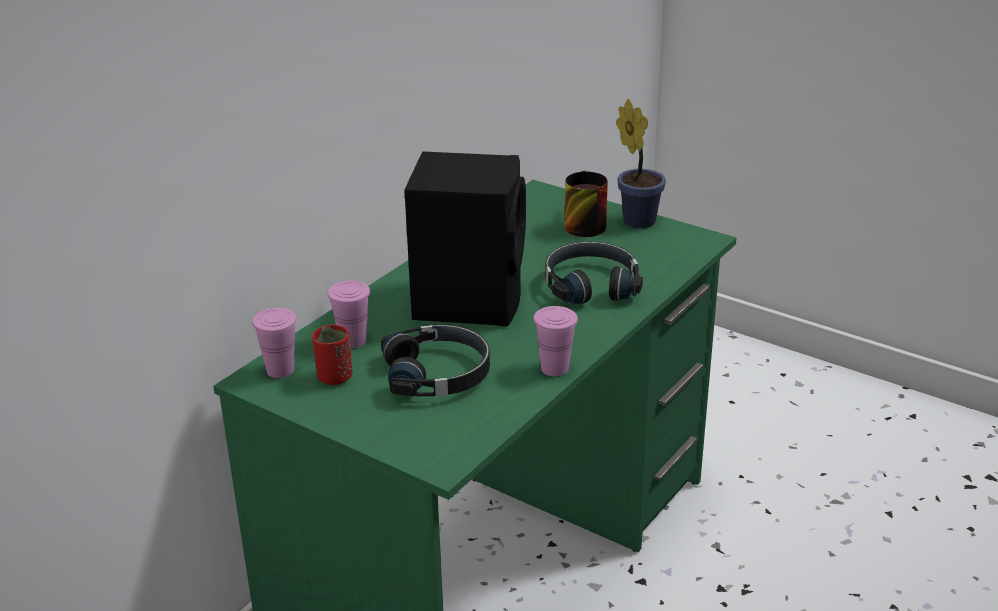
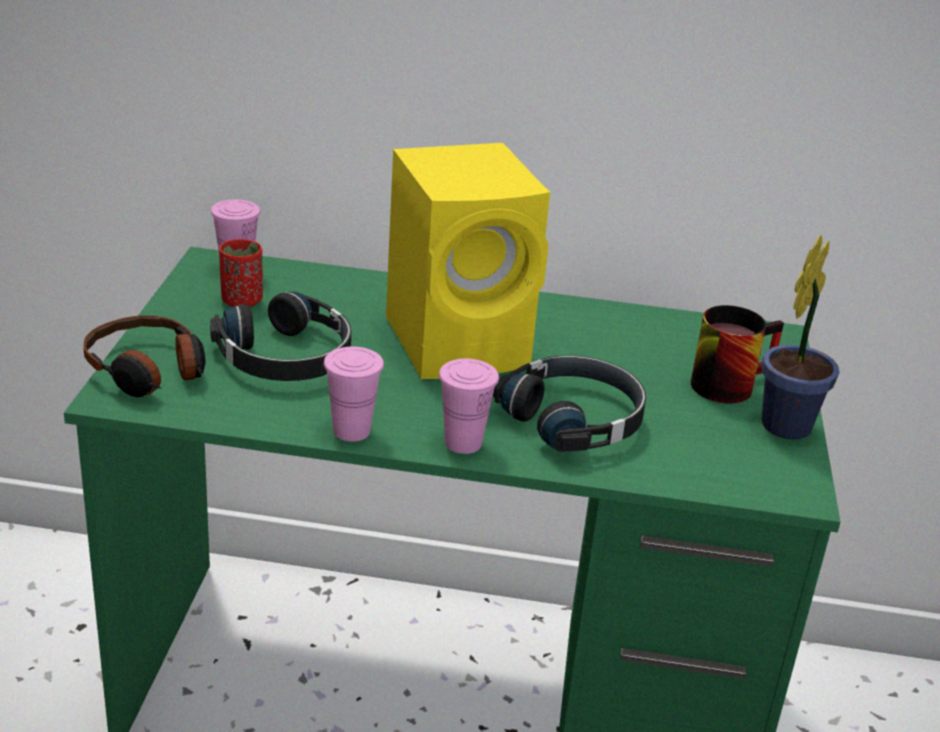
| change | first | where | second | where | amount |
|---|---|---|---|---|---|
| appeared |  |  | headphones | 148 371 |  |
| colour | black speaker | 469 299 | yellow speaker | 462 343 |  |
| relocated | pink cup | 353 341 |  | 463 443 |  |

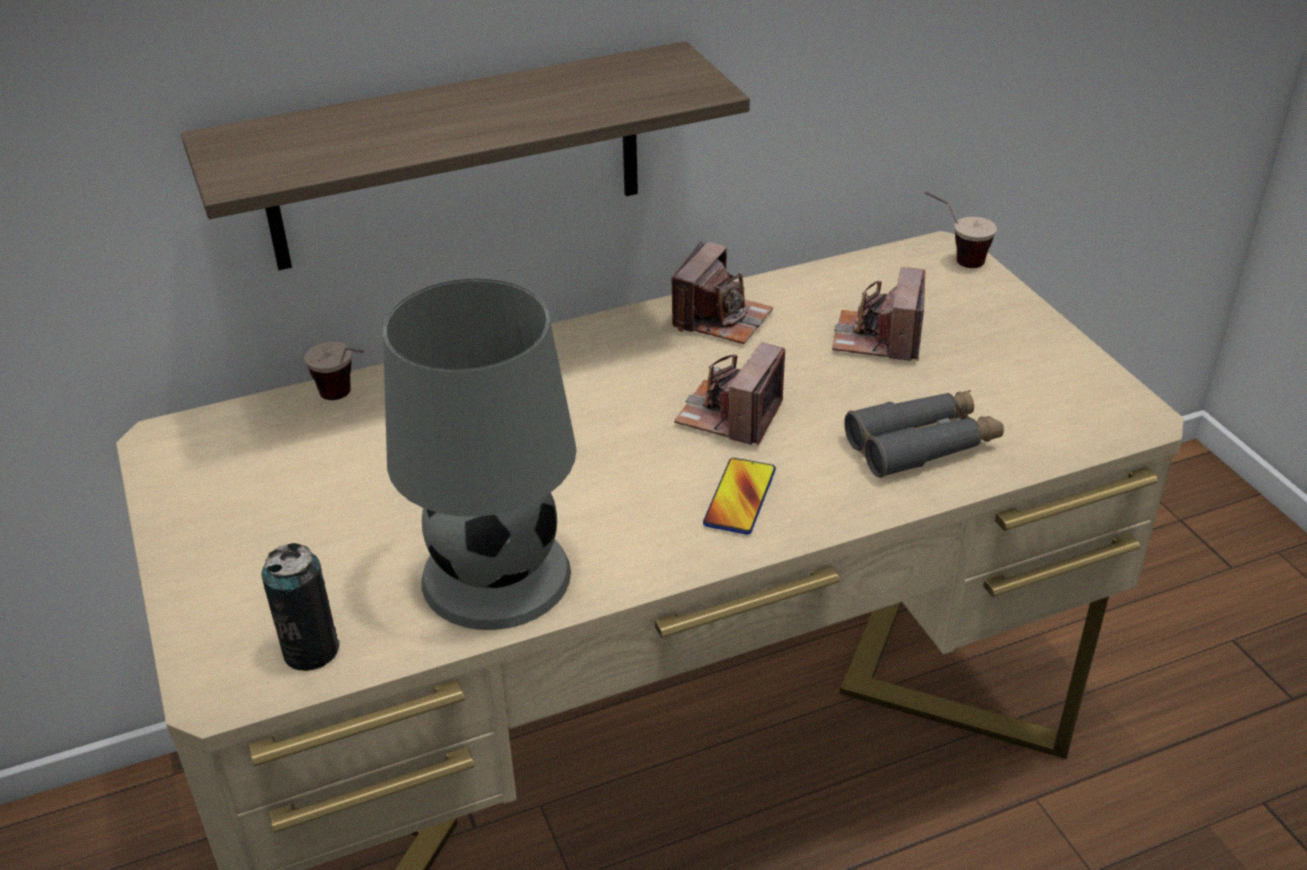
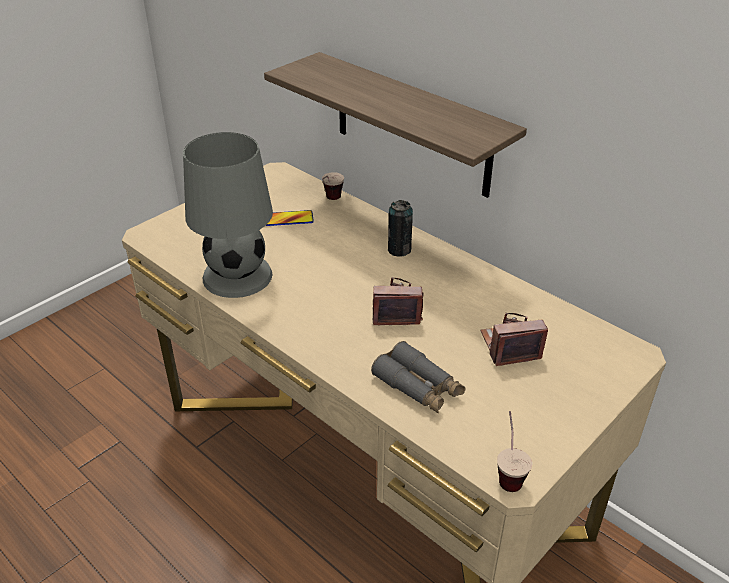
| change | first | where | second | where | amount |
|---|---|---|---|---|---|
| relocated | phone | 740 497 |  | 289 219 |  |
| relocated | can | 310 650 |  | 399 250 |  |
| relocated | cup | 953 258 |  | 508 472 |  |
| missing | photo camera | 721 318 |  |  |  |

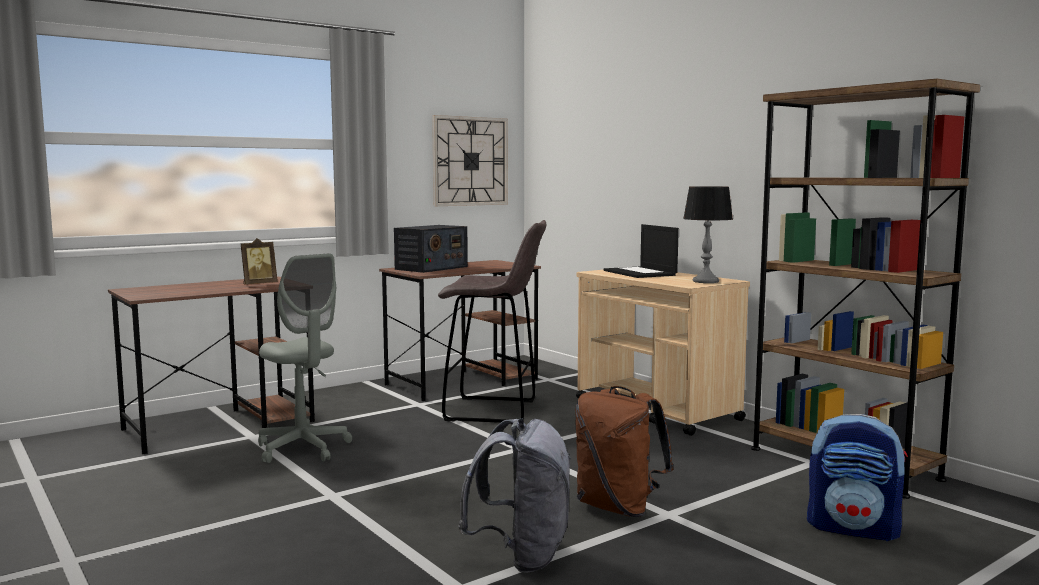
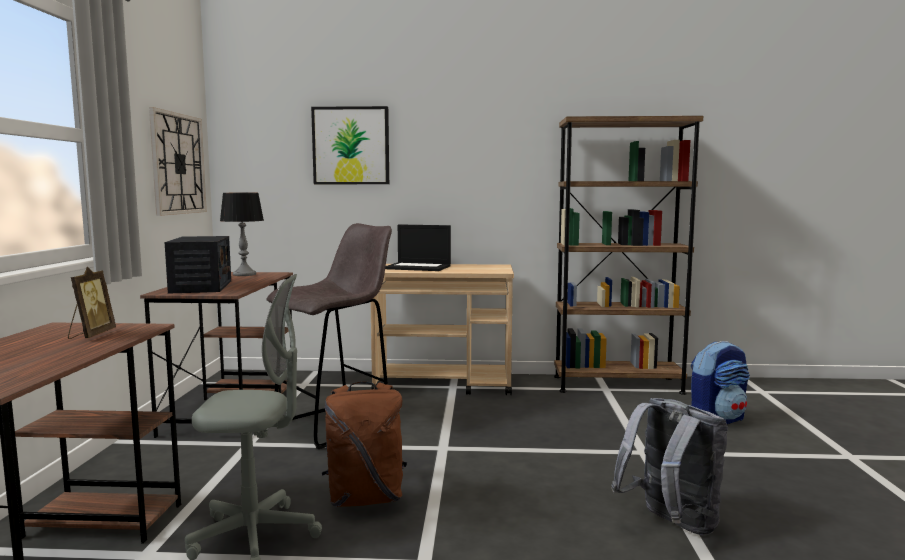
| change | first | where | second | where | amount |
|---|---|---|---|---|---|
| relocated | table lamp | 706 281 |  | 244 274 |  |
| appeared |  |  | picture | 351 146 |  |
| relocated | brown backpack | 618 507 |  | 365 498 |  |

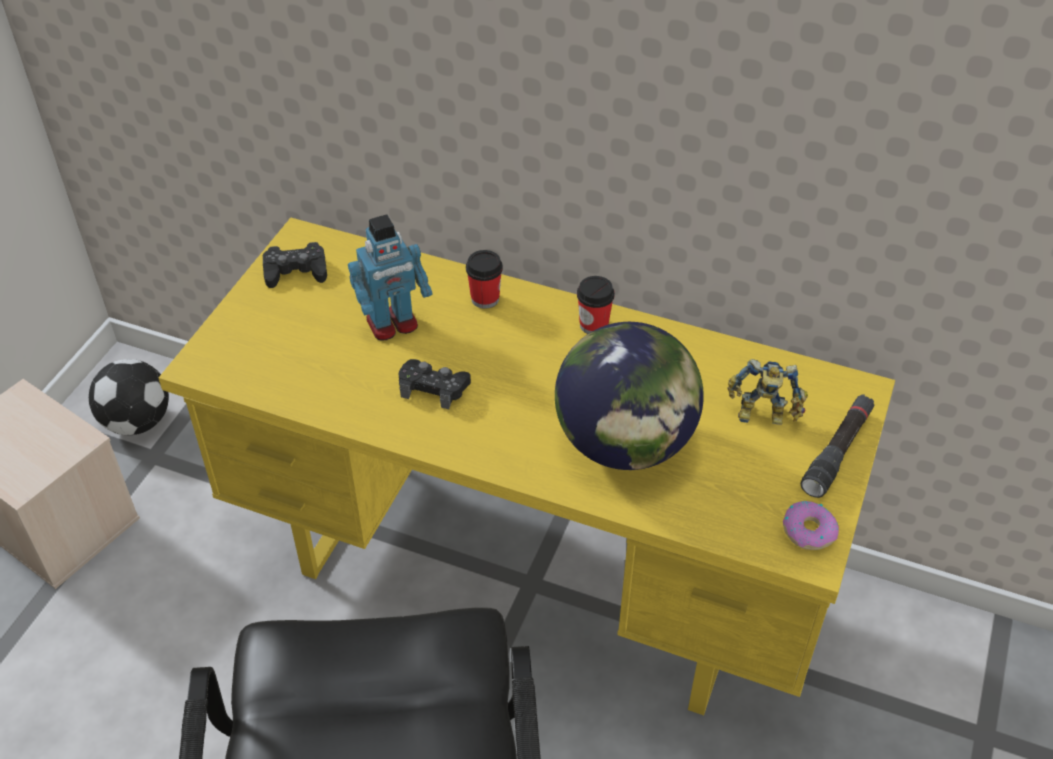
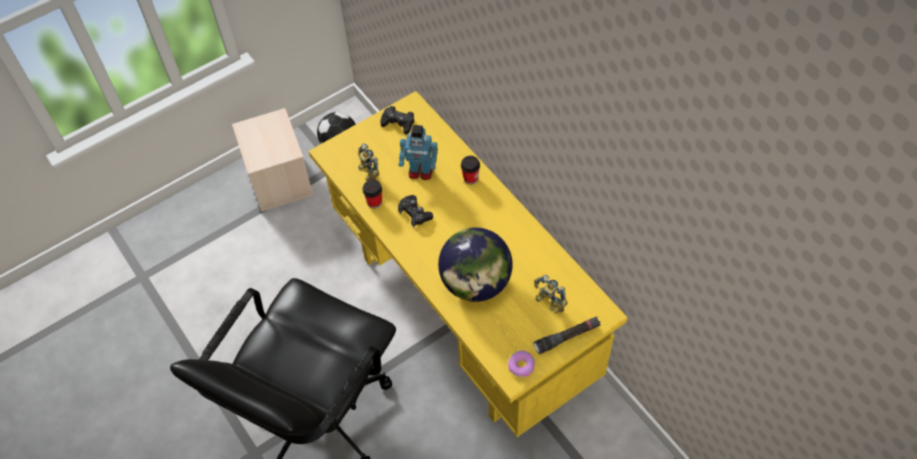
| change | first | where | second | where | amount |
|---|---|---|---|---|---|
| appeared |  |  | toy robot | 367 172 |  |
| relocated | cup | 593 325 |  | 374 202 |  |

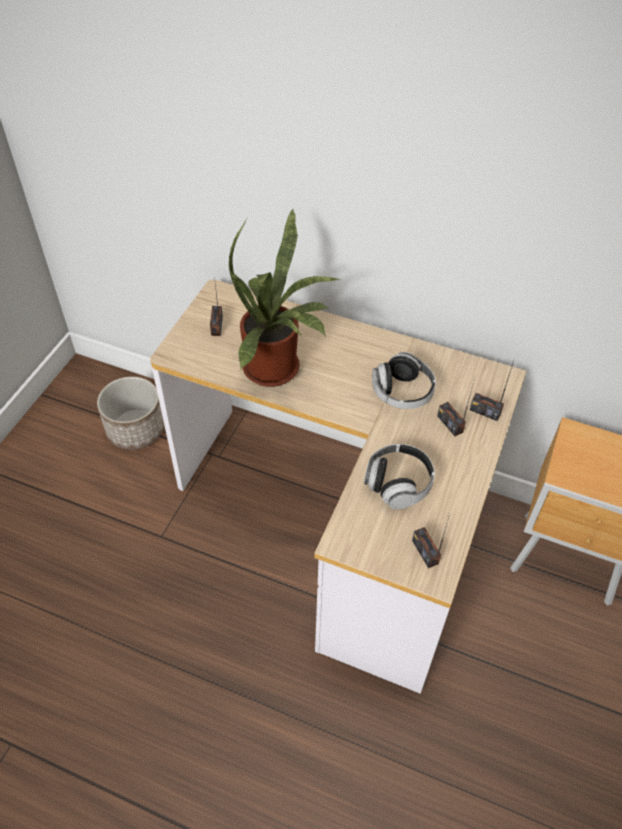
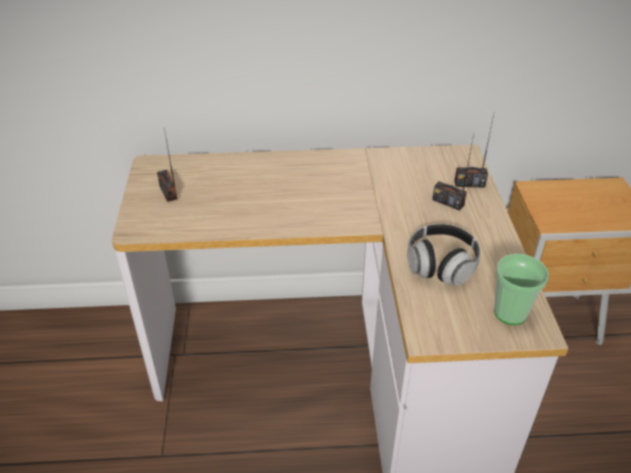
| change | first | where | second | where | amount |
|---|---|---|---|---|---|
| exchanged | radio | 425 552 | cup | 510 313 |  |
| missing | planter | 136 429 |  |  |  |
| missing | potted plant | 277 370 |  |  |  |
| missing | headphones | 402 392 |  |  |  |

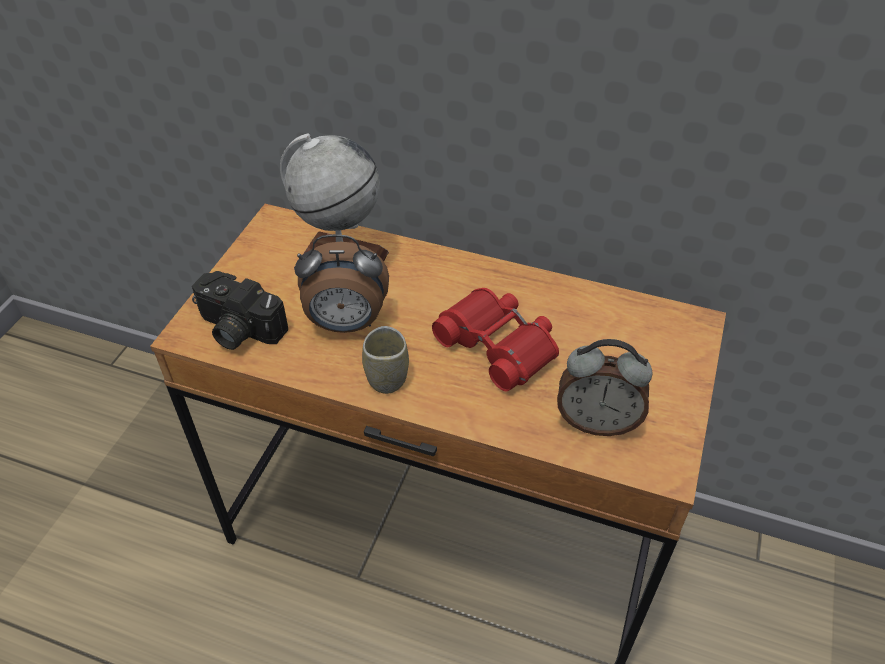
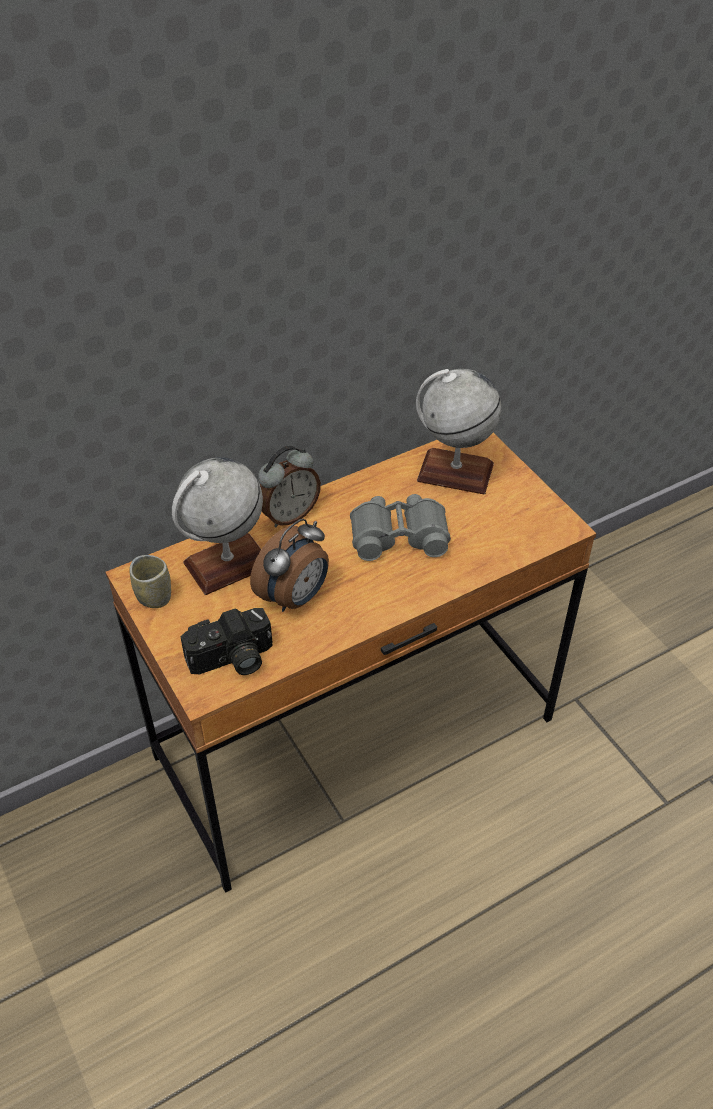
| change | first | where | second | where | amount |
|---|---|---|---|---|---|
| relocated | cup | 387 378 |  | 154 597 |  |
| relocated | alarm clock | 597 421 |  | 289 515 |  |
| colour | red binoculars | 498 345 | grey binoculars | 399 535 |  |
| appeared |  |  | globe | 455 472 |  |

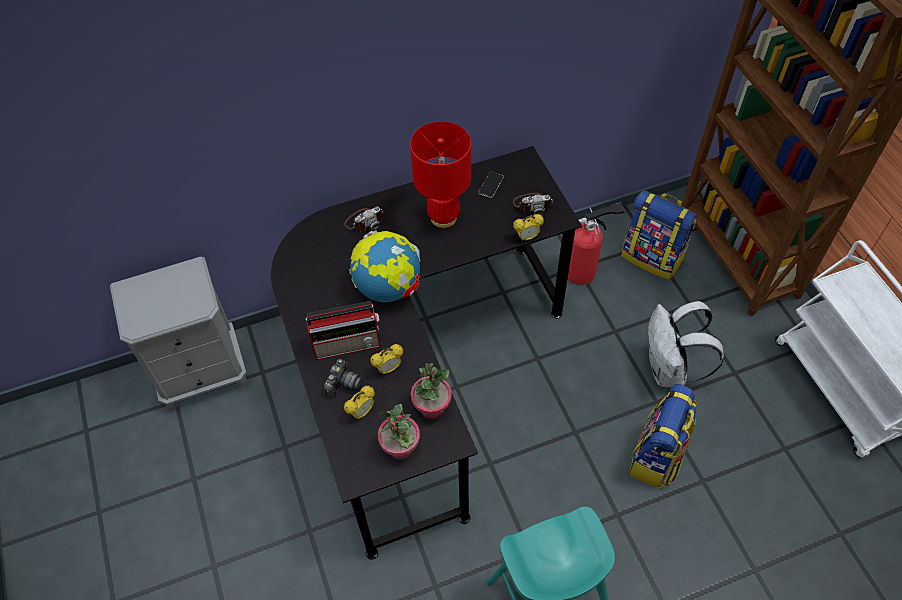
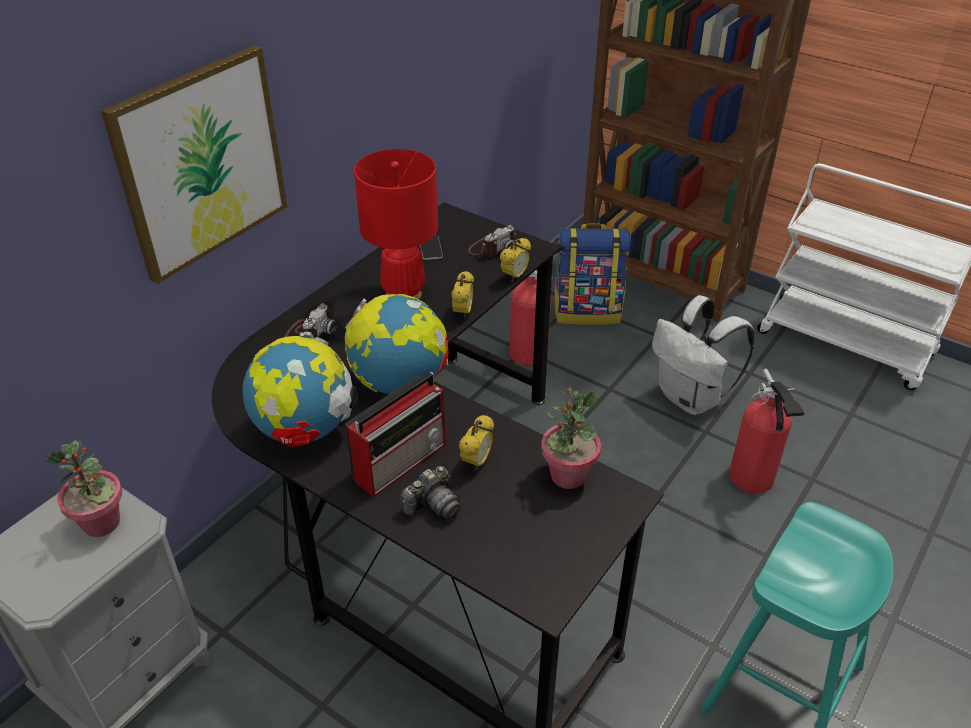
| change | first | where | second | where | amount |
|---|---|---|---|---|---|
| relocated | potted plant | 401 448 |  | 102 523 |  |
| appeared |  |  | picture | 201 162 |  |
| appeared |  |  | globe | 305 431 |  |
| spun | photo camera | 342 384 |  | 433 505 | 60 degrees clockwise |
| relocated | alarm clock | 362 412 |  | 463 312 |  |
| exchanged | backpack | 657 457 | fire extinguisher | 753 480 |  |

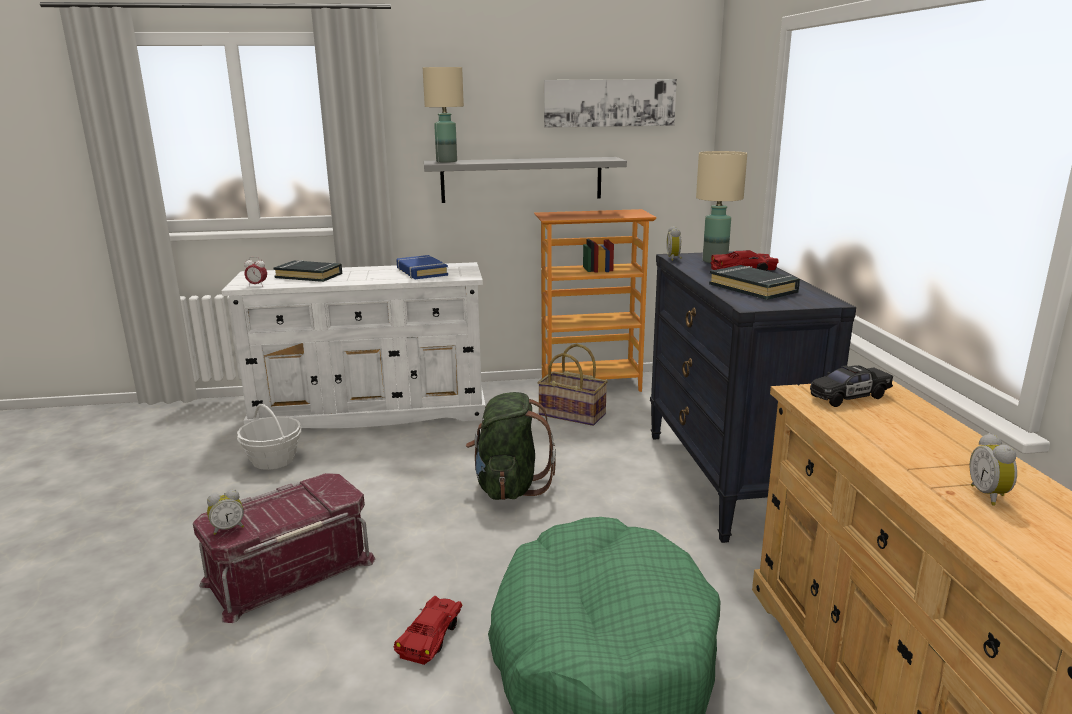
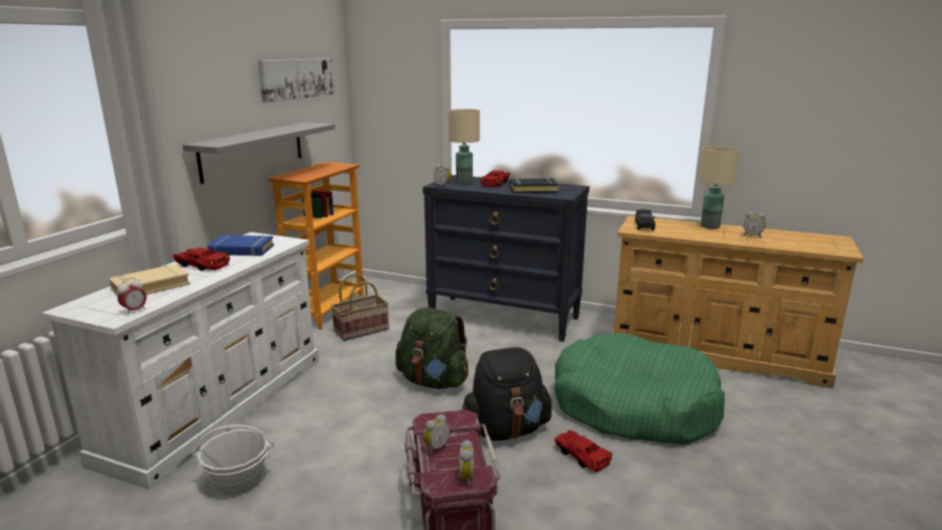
| change | first | where | second | where | amount |
|---|---|---|---|---|---|
| colour | black book | 309 276 | beige book | 150 286 |  |
| appeared |  |  | red toy car | 202 265 |  |
| appeared |  |  | alarm clock | 435 447 |  |
| appeared |  |  | black backpack | 505 430 |  |
| relocated | beige table lamp | 446 161 |  | 710 226 |  |

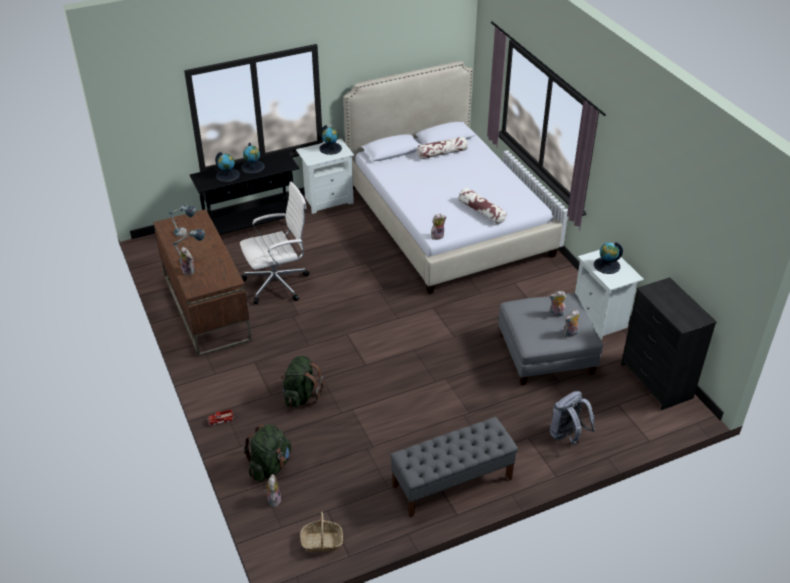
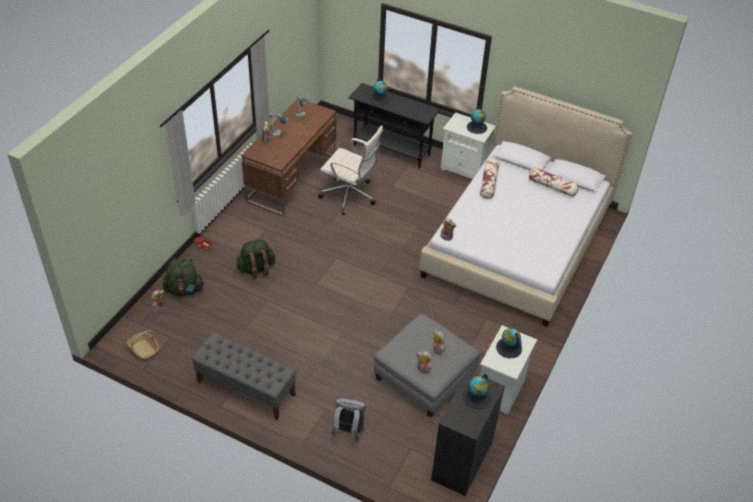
| change | first | where | second | where | amount |
|---|---|---|---|---|---|
| relocated | globe | 253 167 |  | 476 397 |  |
| relocated | pillow | 481 211 |  | 488 183 |  |

